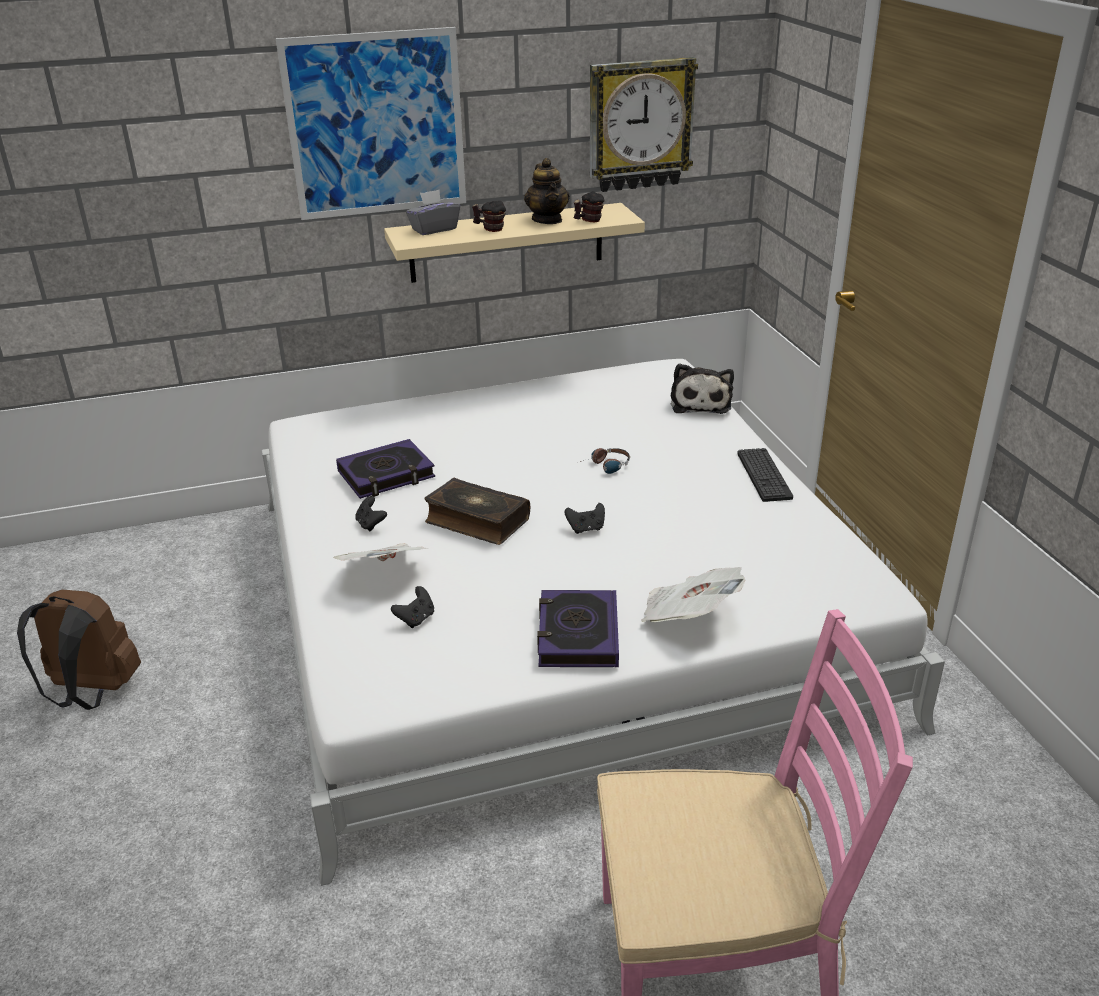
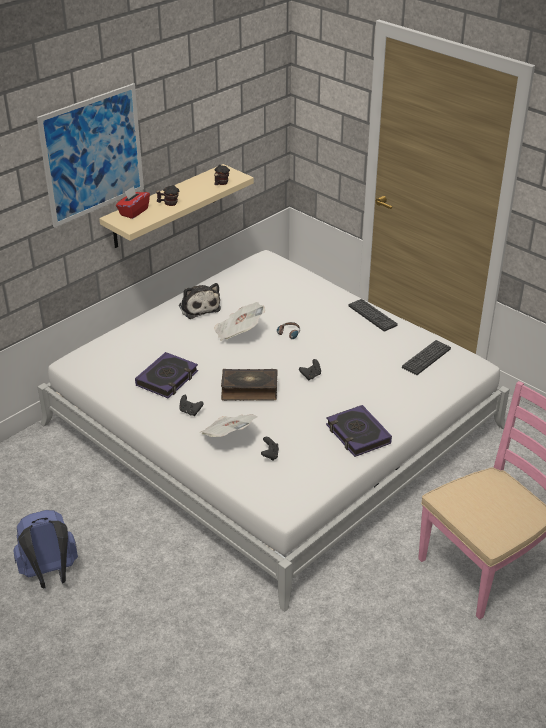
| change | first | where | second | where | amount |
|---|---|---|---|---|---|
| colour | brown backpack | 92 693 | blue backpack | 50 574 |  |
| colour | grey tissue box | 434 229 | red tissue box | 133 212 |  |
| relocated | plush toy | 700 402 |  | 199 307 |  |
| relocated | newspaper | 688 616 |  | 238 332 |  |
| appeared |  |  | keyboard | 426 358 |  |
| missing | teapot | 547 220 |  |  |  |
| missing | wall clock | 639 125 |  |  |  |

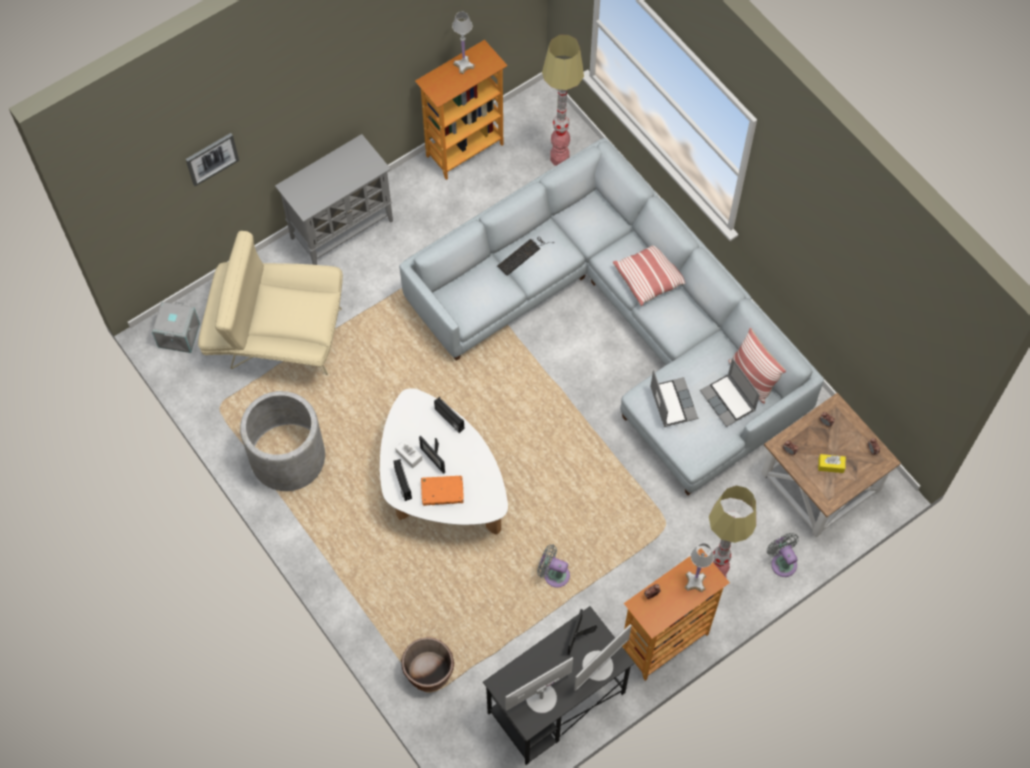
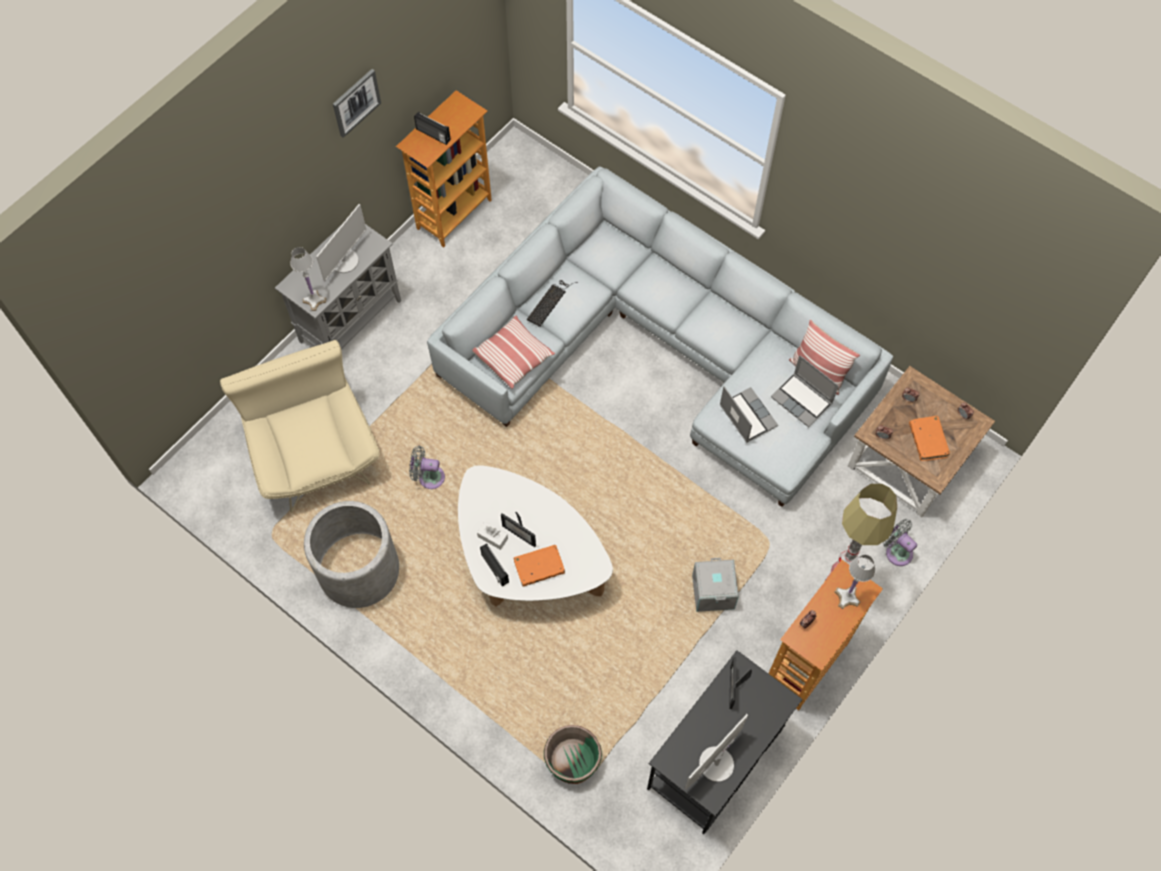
| change | first | where | second | where | amount |
|---|---|---|---|---|---|
| spun | beige armchair | 276 335 |  | 312 445 | 75 degrees clockwise |
| relocated | white table lamp | 464 65 |  | 314 300 |  |
| relocated | monitor | 598 666 |  | 344 261 |  |
| relocated | picture | 211 158 |  | 356 102 |  |
| relocated | grey fan | 554 574 |  | 428 477 |  |
| relocated | radio | 449 419 |  | 432 135 |  |
| relocated | pillow | 649 277 |  | 513 357 |  |
| colour | brown planter | 428 672 | green planter | 572 761 |  |
| relocated | grey storage box | 178 335 |  | 712 592 |  |
| exchanged | yellow tissue box | 831 465 | orange book | 927 441 |  |
| missing | floor lamp | 559 158 |  |  |  |

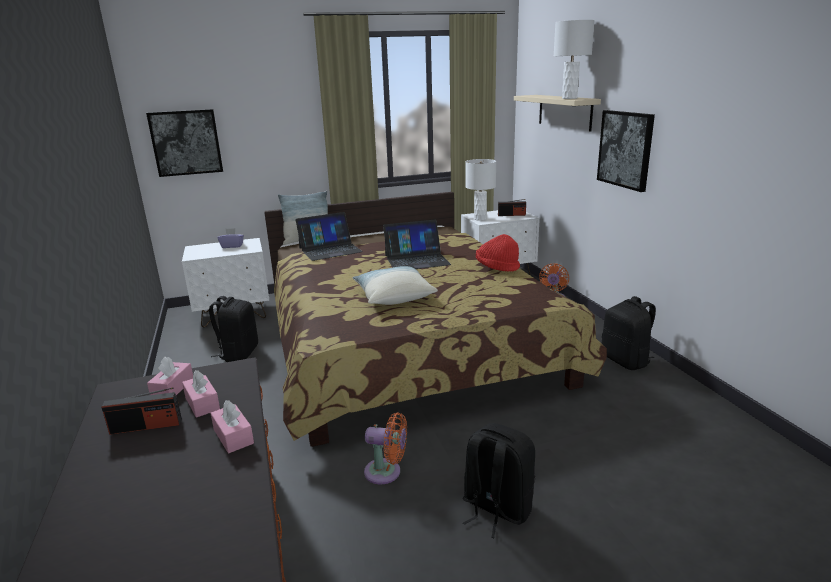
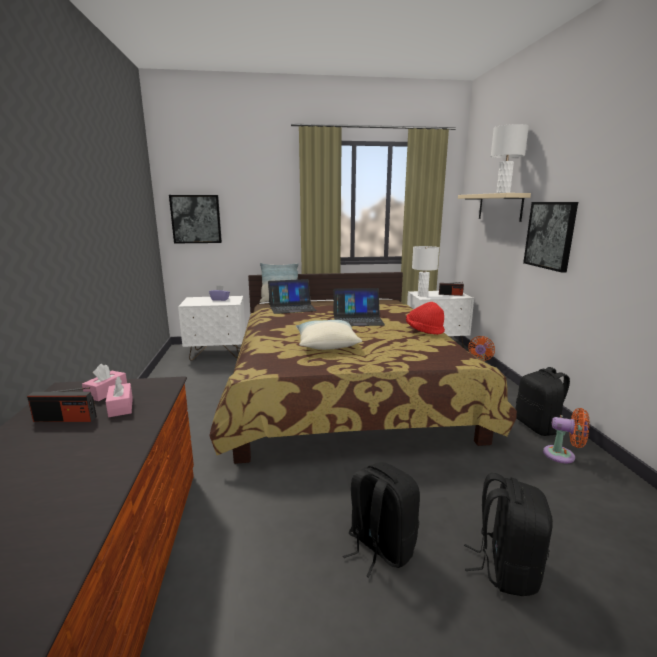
| change | first | where | second | where | amount |
|---|---|---|---|---|---|
| relocated | black backpack | 238 354 |  | 505 568 |  |
| relocated | orange fan | 386 472 |  | 562 455 |  |
| missing | pink tissue box | 233 436 |  |  |  |

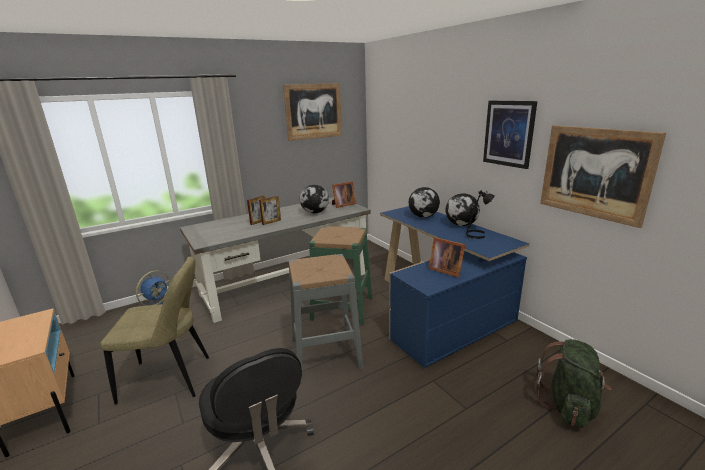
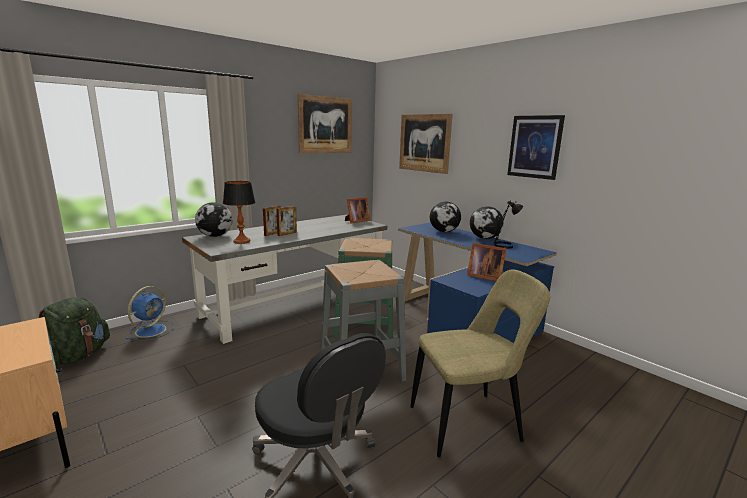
| change | first | where | second | where | amount |
|---|---|---|---|---|---|
| relocated | green backpack | 568 406 |  | 77 356 |  |
| relocated | globe | 315 212 |  | 215 236 |  |
| appeared |  |  | table lamp | 242 241 |  |
| relocated | picture | 595 173 |  | 424 143 |  |
| relocated | beige chair | 170 379 |  | 469 423 |  |

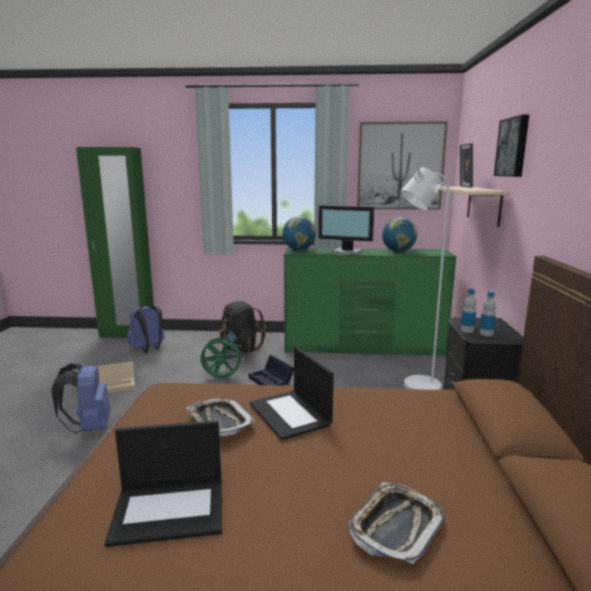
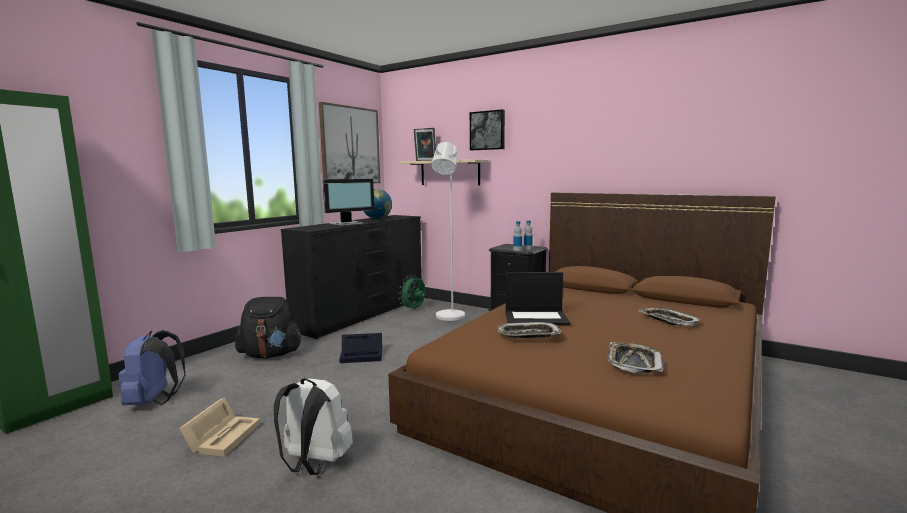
| change | first | where | second | where | amount |
|---|---|---|---|---|---|
| colour | blue backpack | 89 427 | white backpack | 314 464 |  |
| colour | green dresser | 363 347 | black dresser | 363 313 |  |
| relocated | green fan | 221 378 |  | 414 309 |  |
| exchanged | laptop | 170 510 | tray | 633 362 |  |
| missing | globe | 299 250 |  |  |  |

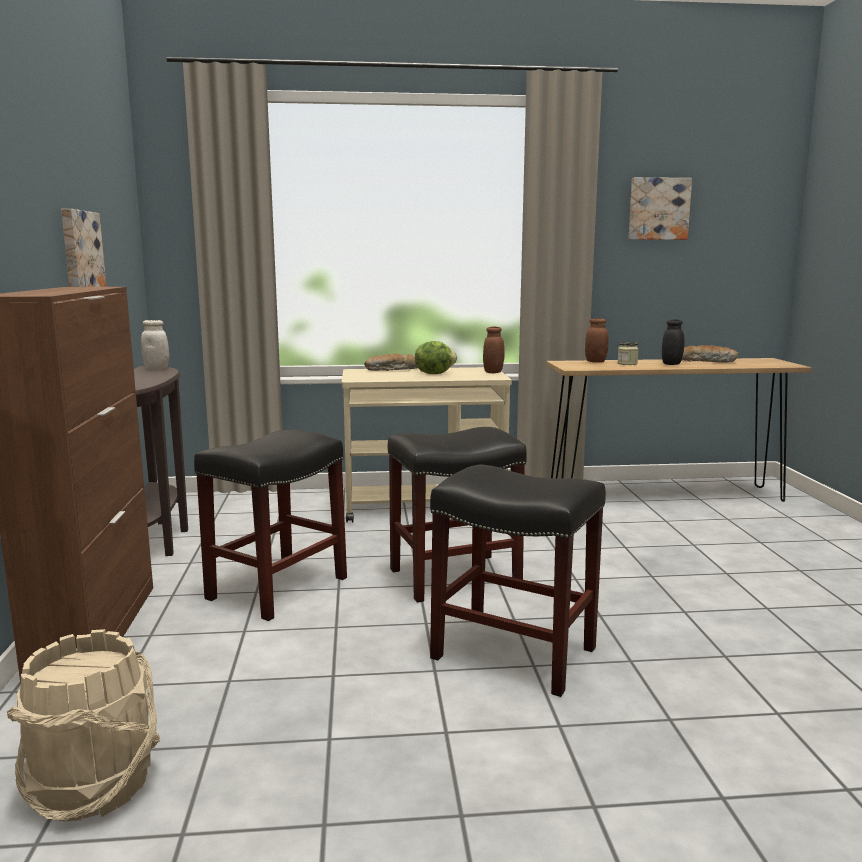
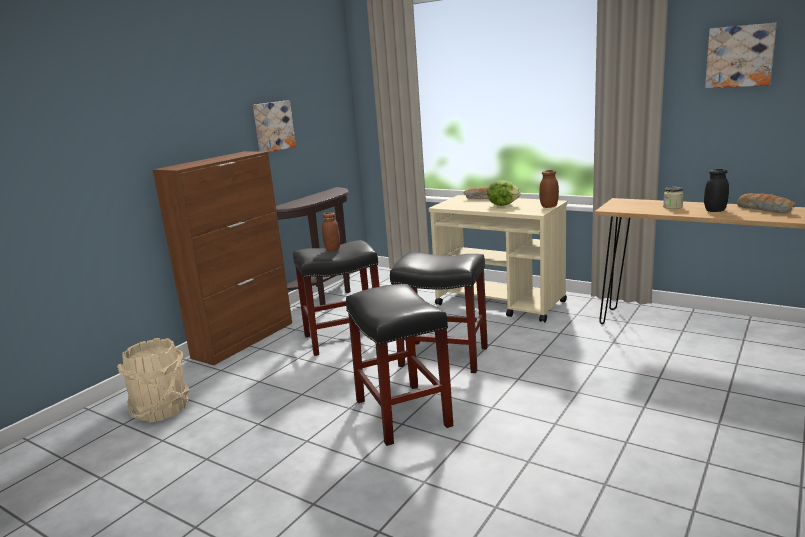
| change | first | where | second | where | amount |
|---|---|---|---|---|---|
| relocated | brown jar | 595 362 |  | 332 249 |  |
| missing | white jar | 156 369 |  |  |  |

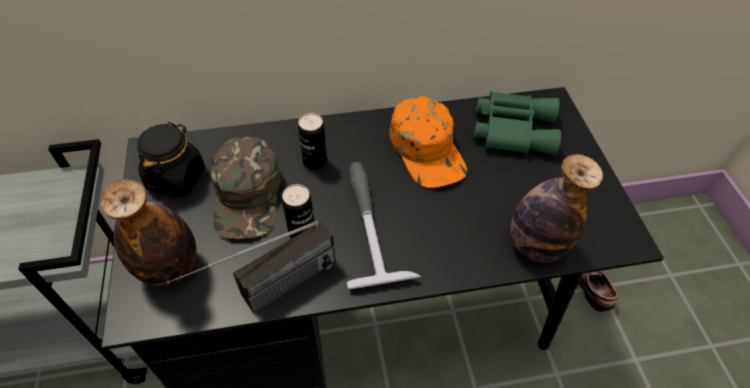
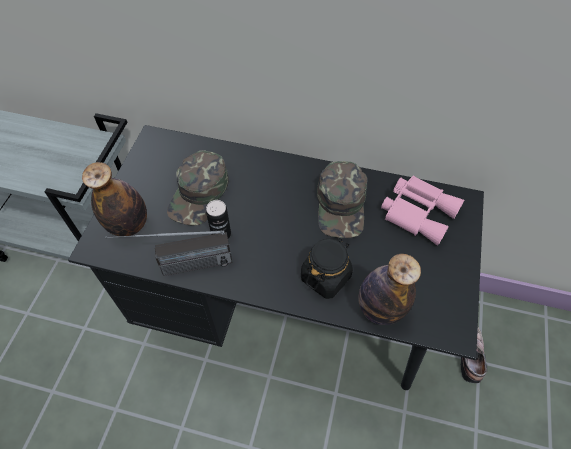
| change | first | where | second | where | amount |
|---|---|---|---|---|---|
| relocated | black jar | 176 178 |  | 325 277 |  |
| colour | orange cap | 427 150 | green cap | 342 205 |  |
| colour | green binoculars | 512 128 | pink binoculars | 418 211 |  |
| missing | can | 315 161 |  |  |  |
| missing | hammer | 370 223 |  |  |  |

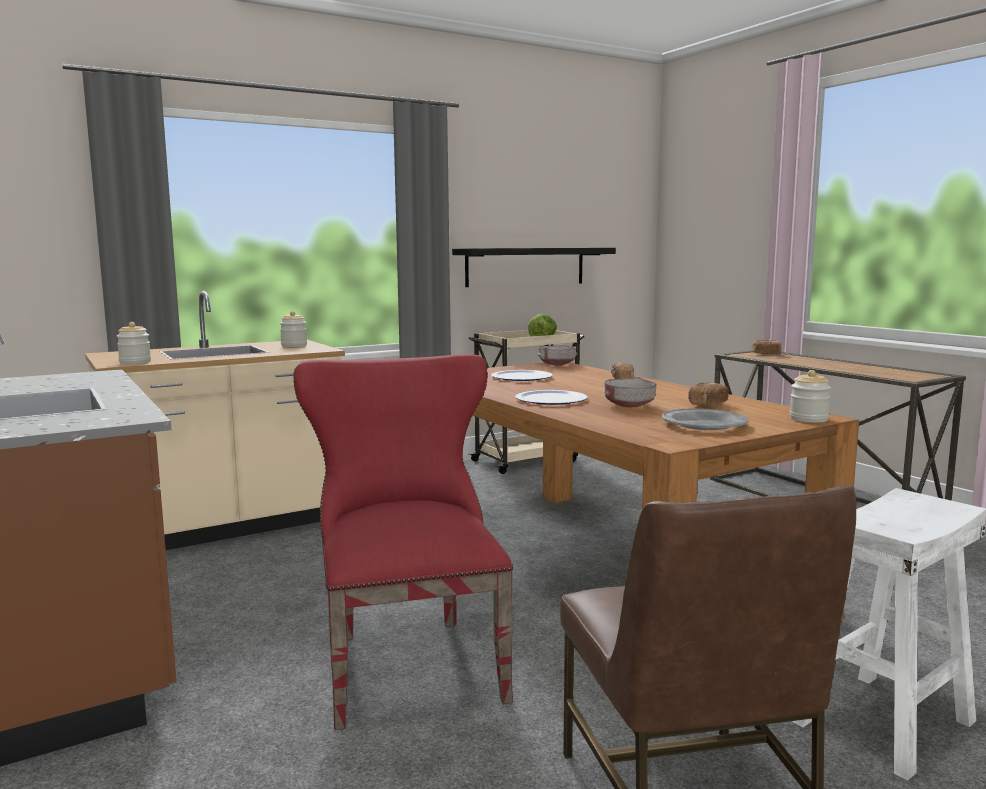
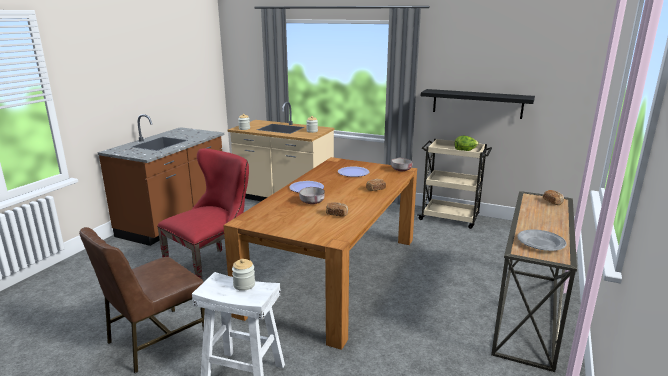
| change | first | where | second | where | amount |
|---|---|---|---|---|---|
| relocated | jar | 808 419 |  | 244 285 |  |
| relocated | grey plate | 704 424 |  | 541 243 |  |

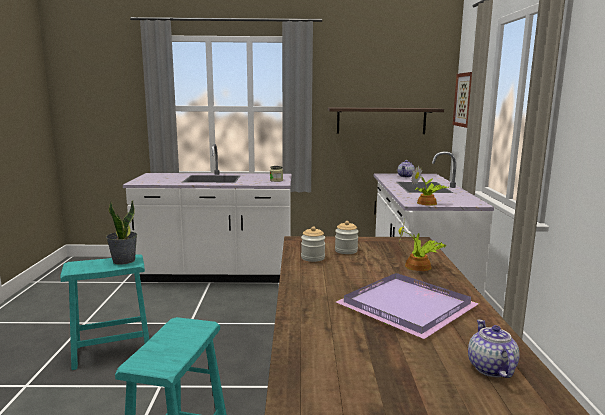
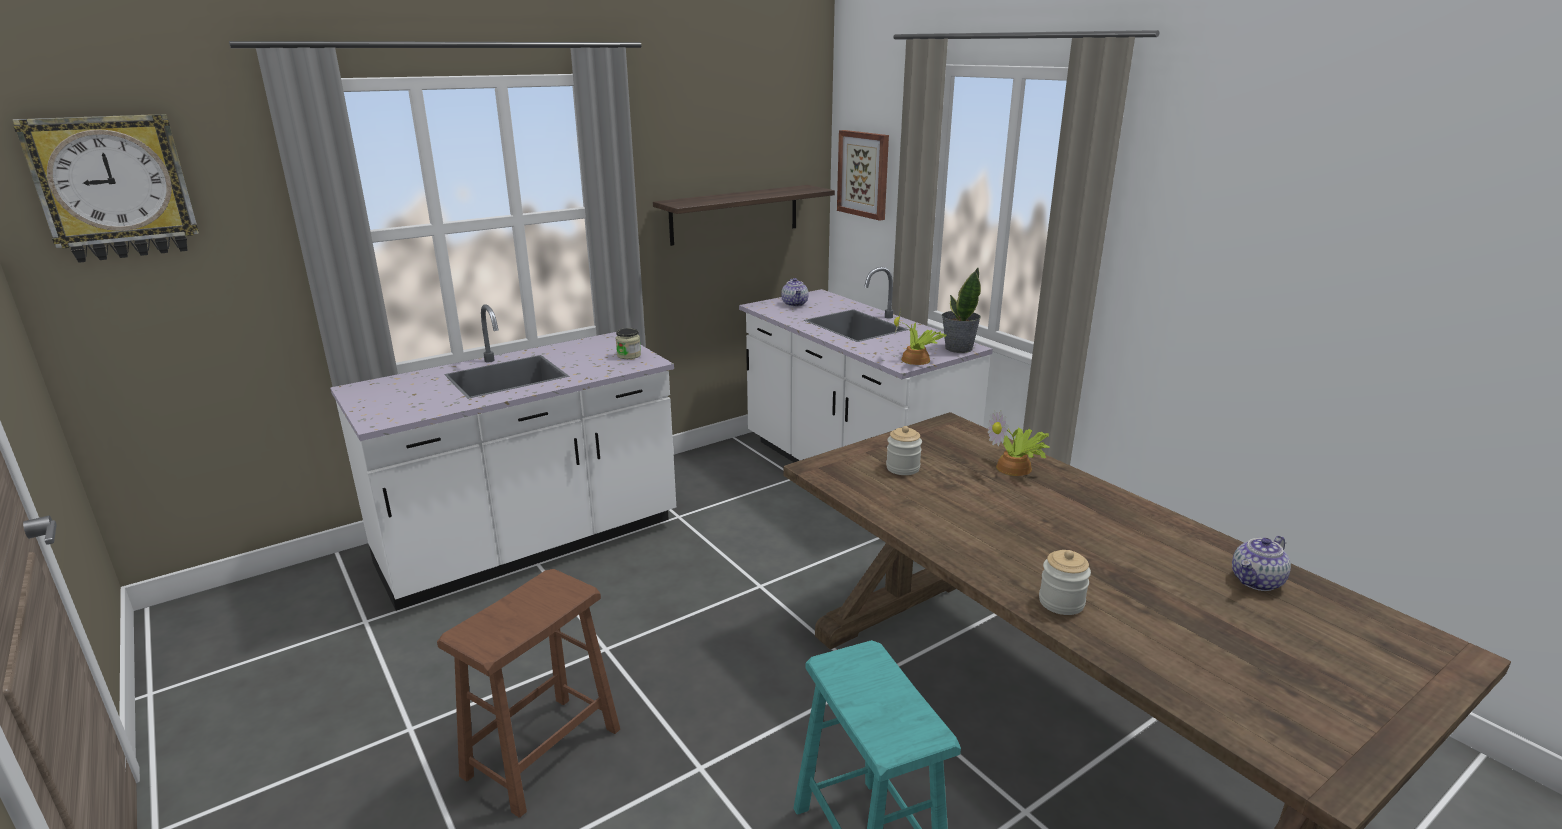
| change | first | where | second | where | amount |
|---|---|---|---|---|---|
| appeared |  |  | wall clock | 114 187 |  |
| colour | turquoise stool | 112 350 | brown stool | 542 752 |  |
| relocated | potted plant | 123 260 |  | 958 348 |  |
| relocated | jar | 313 258 |  | 1061 602 |  |
| spun | teapot | 490 368 |  | 1257 582 | 90 degrees counterclockwise |
| missing | purple tray | 409 307 |  |  |  |

